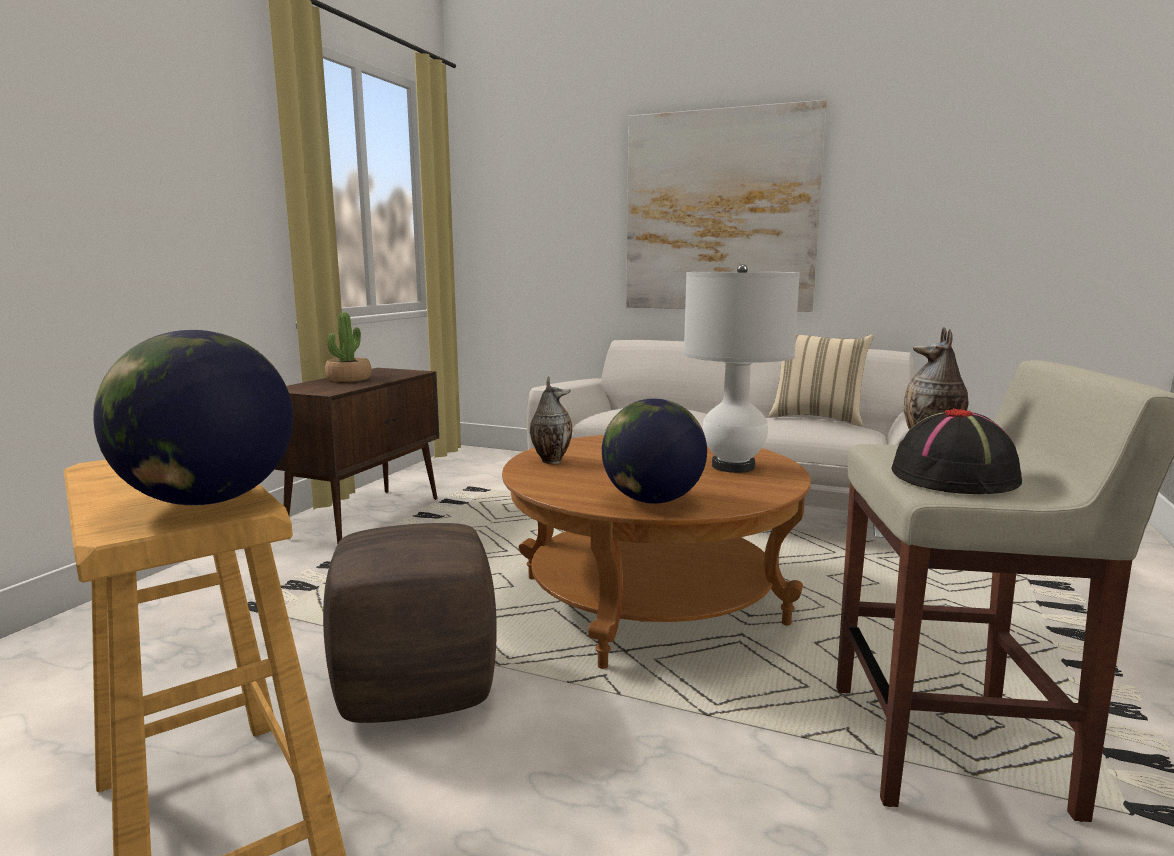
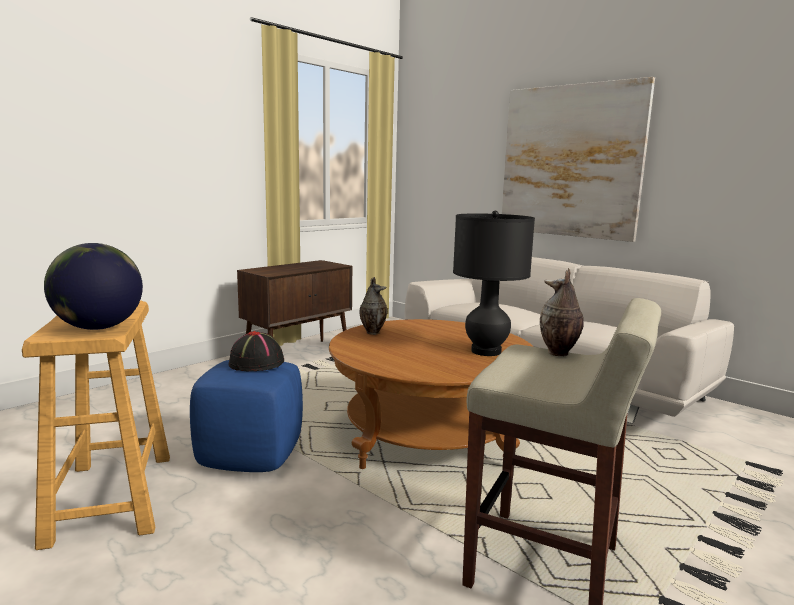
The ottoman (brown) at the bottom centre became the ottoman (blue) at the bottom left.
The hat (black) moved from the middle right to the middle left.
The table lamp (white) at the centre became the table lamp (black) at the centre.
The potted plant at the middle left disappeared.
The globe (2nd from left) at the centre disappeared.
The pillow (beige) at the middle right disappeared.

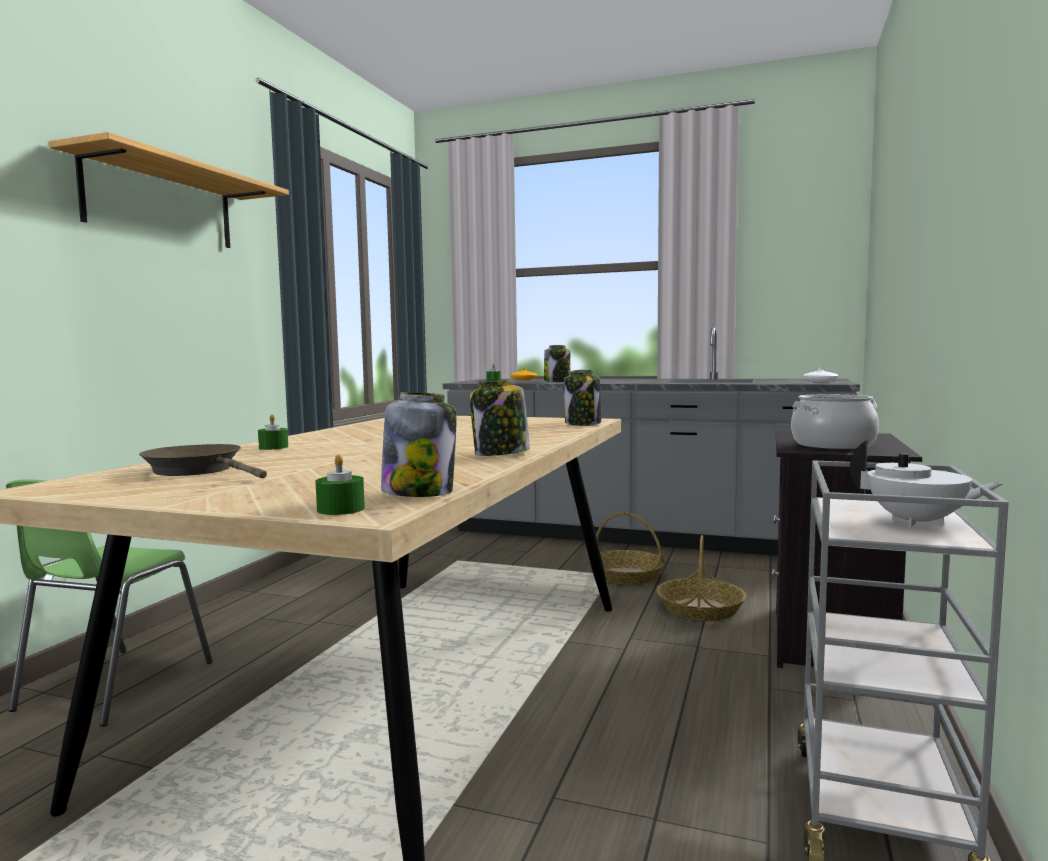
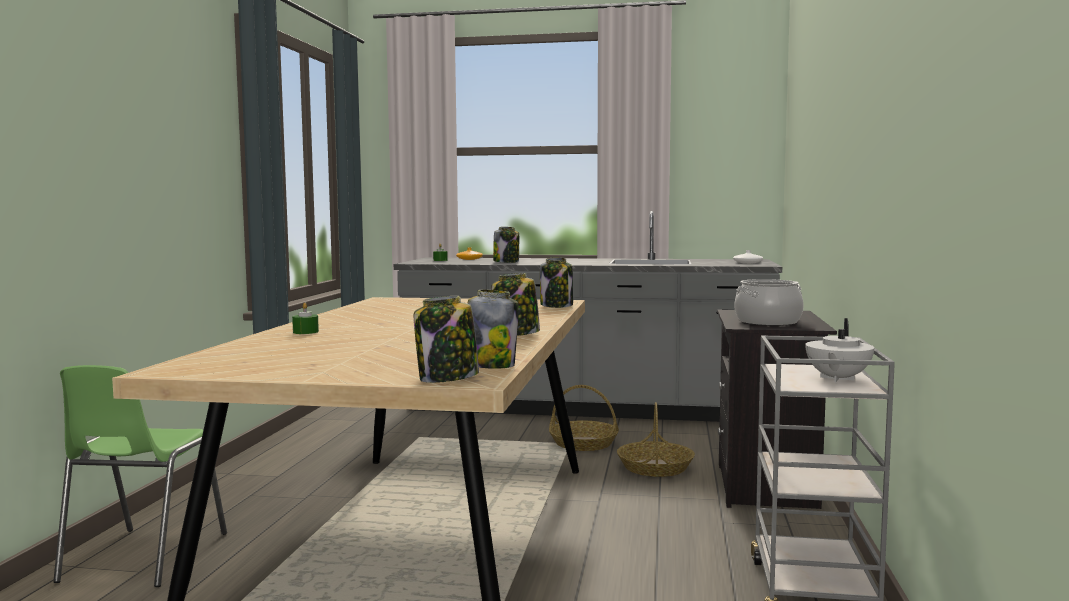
The candle (green) (2nd from left) at the middle left was replaced by the jar (1st from left) at the centre.
The teapot (white) at the middle right turned 90 degrees clockwise.
The shelf at the top left disappeared.
The frying pan (brown) at the middle left disappeared.

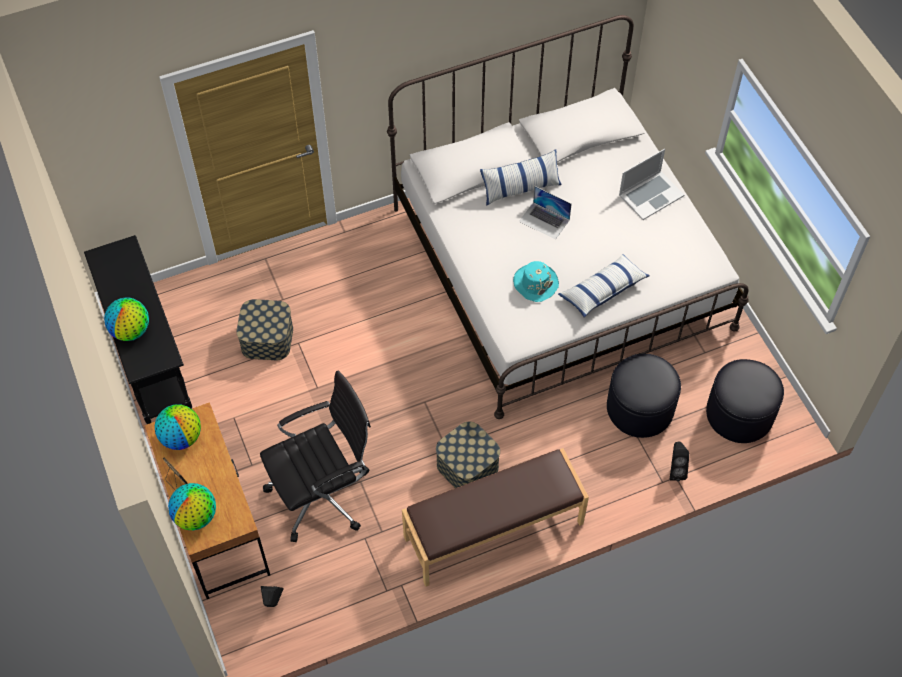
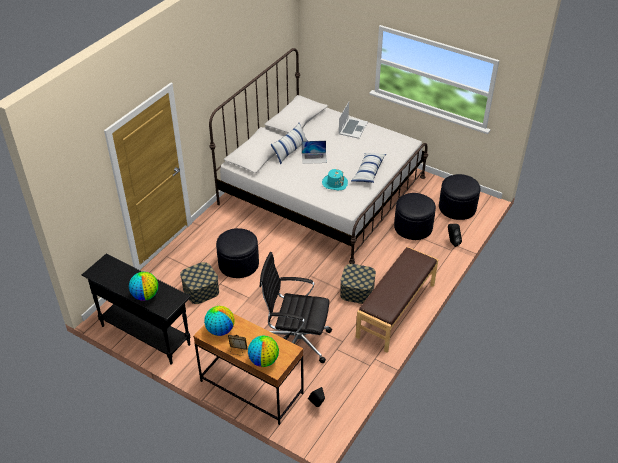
The ottoman (black) (1st from left) at the centre appeared.
The office chair (black) at the bottom centre turned 105 degrees counterclockwise.

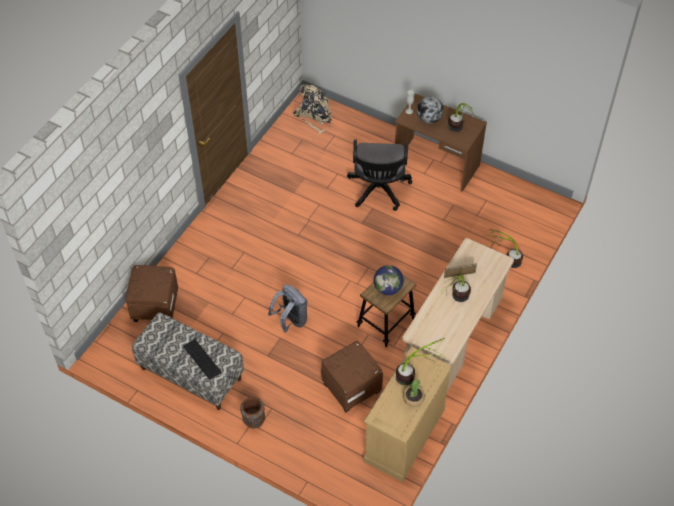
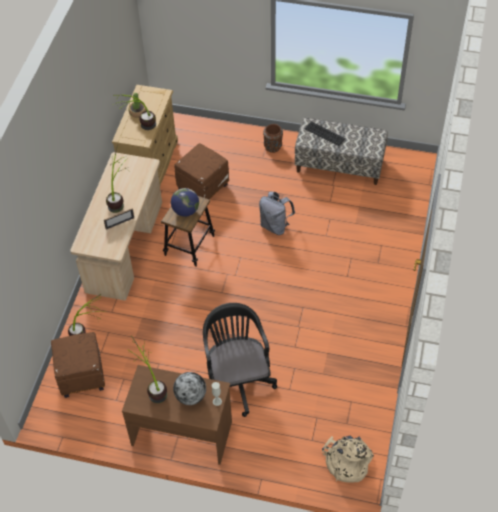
The ottoman (brown) (1st from left) moved from the middle left to the bottom left.

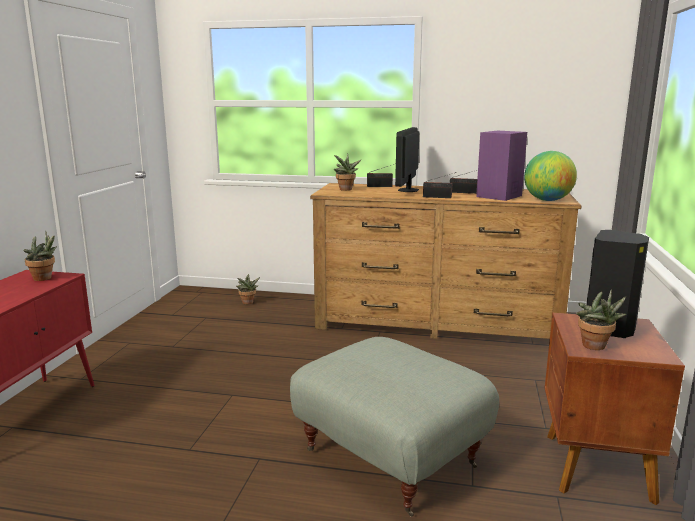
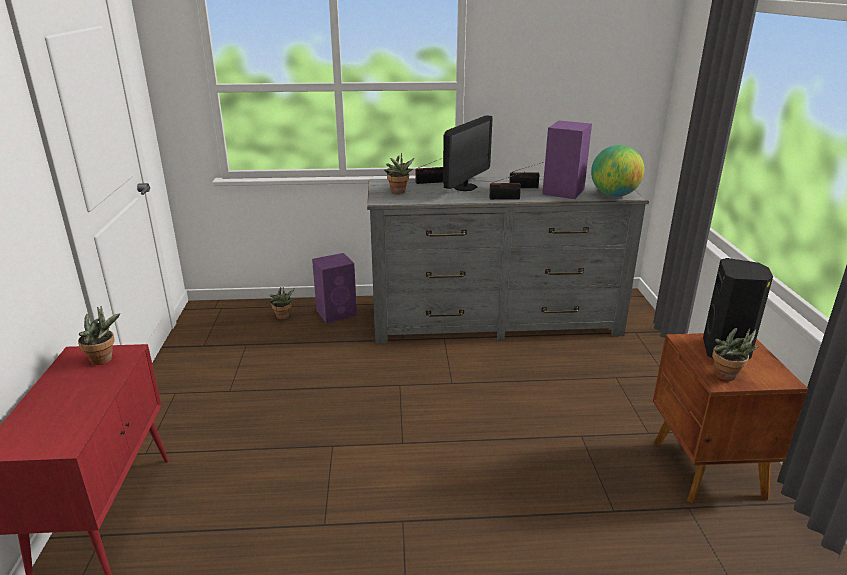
The speaker (purple) (1st from left) at the centre appeared.
The dresser (brown) at the centre became the dresser (grey) at the centre.
The monitor at the top centre turned 150 degrees counterclockwise.
The ottoman (grey) at the bottom centre disappeared.

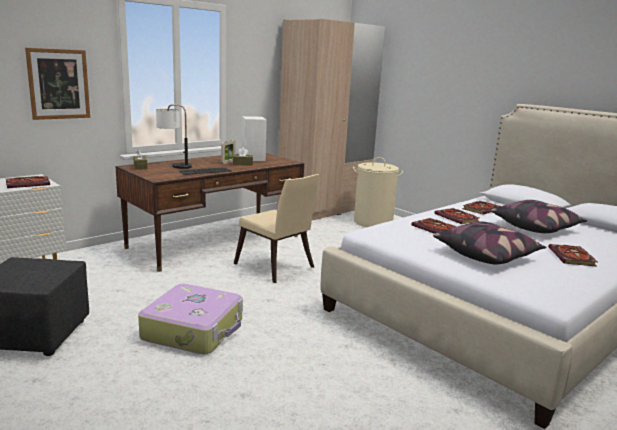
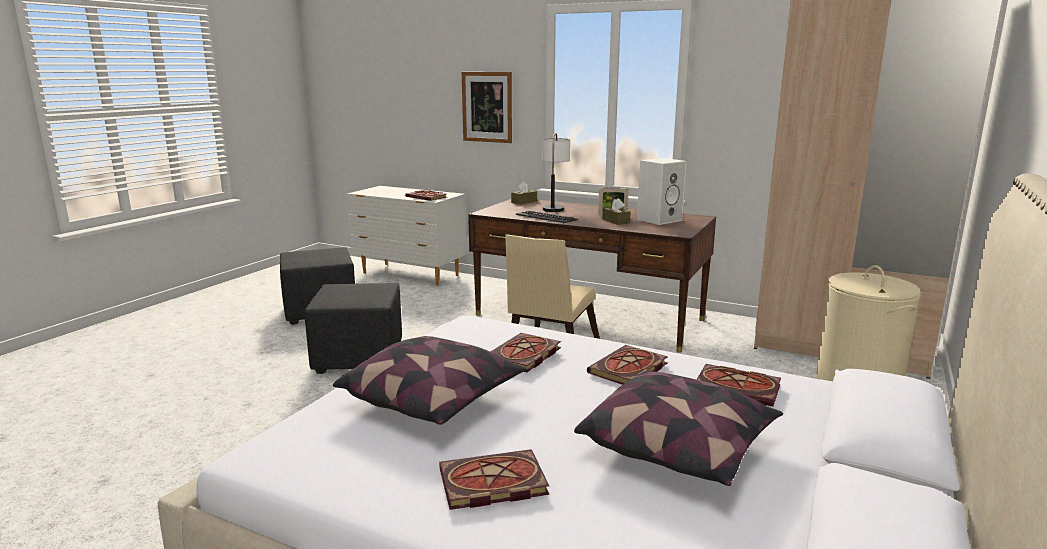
The suitcase at the bottom left was replaced by the ottoman (black) (2nd from left) at the centre.

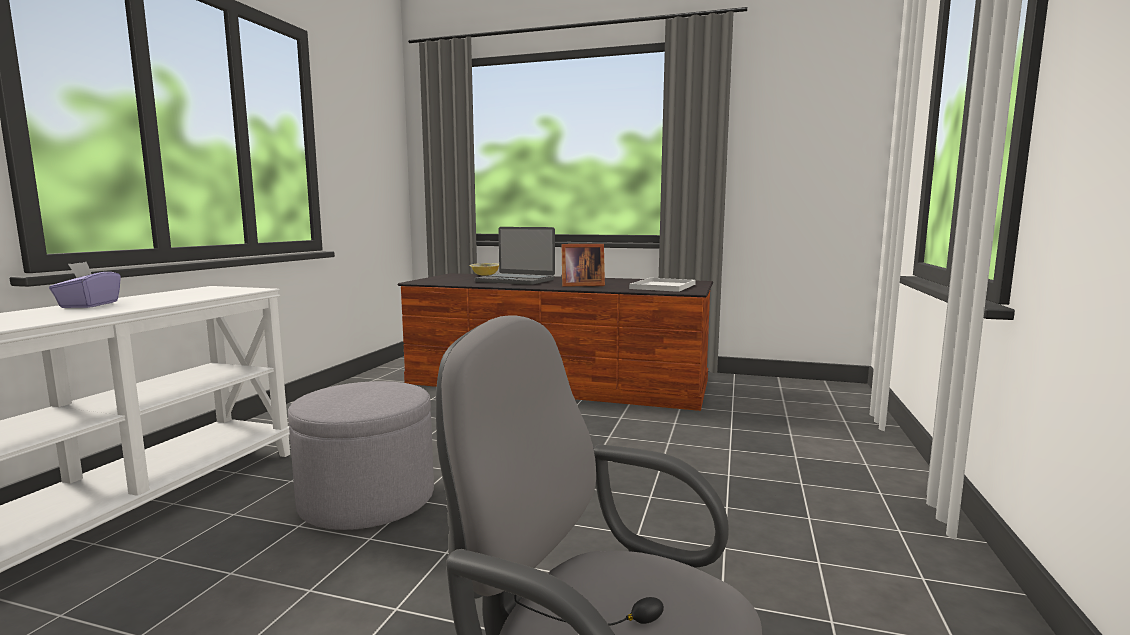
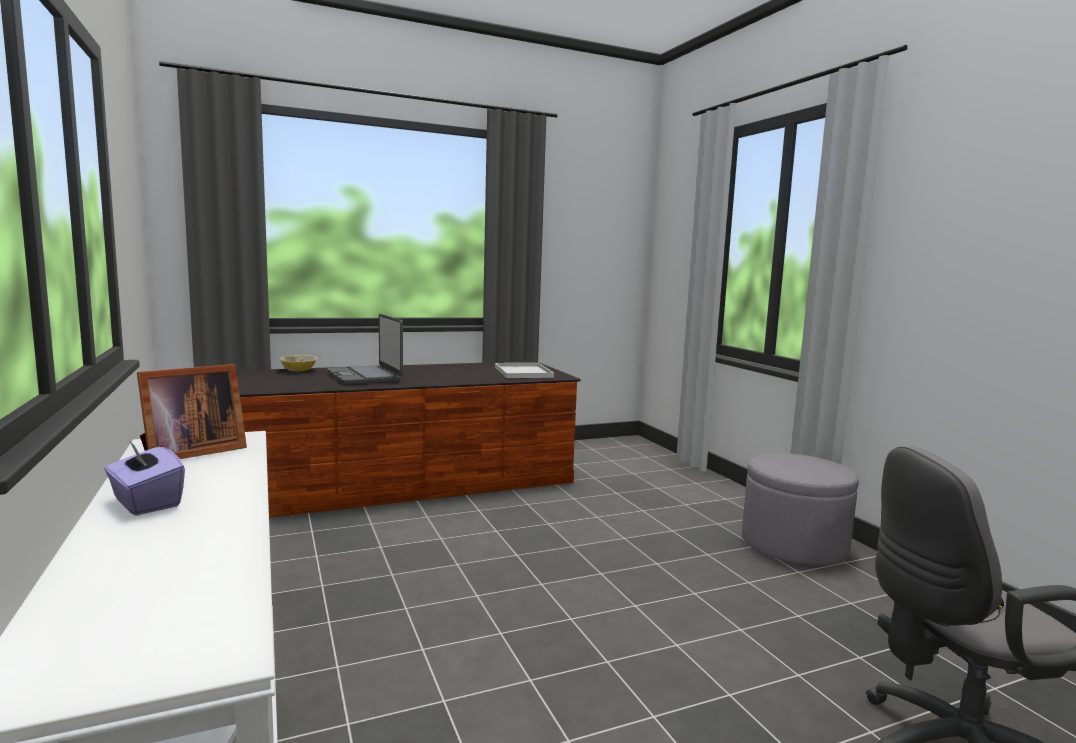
The picture frame moved from the centre to the middle left.
The laptop at the centre turned 75 degrees clockwise.
The ottoman (grey) moved from the bottom left to the bottom right.

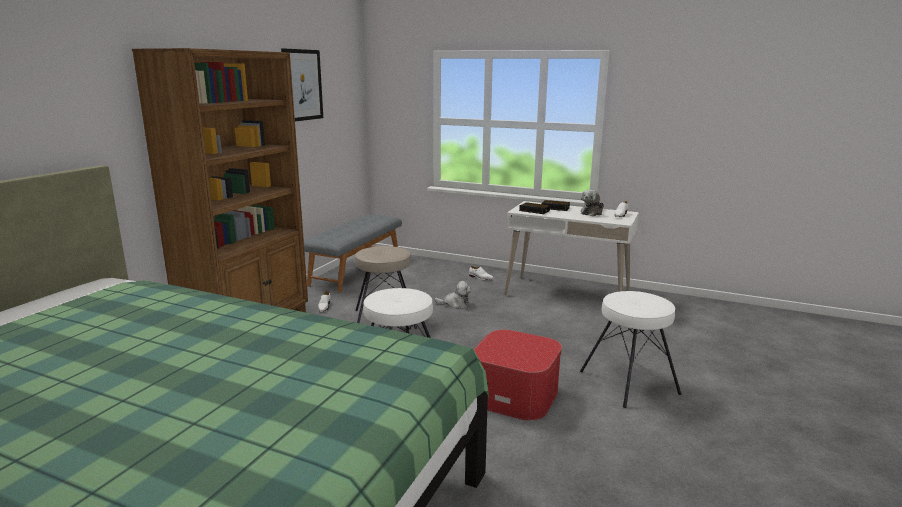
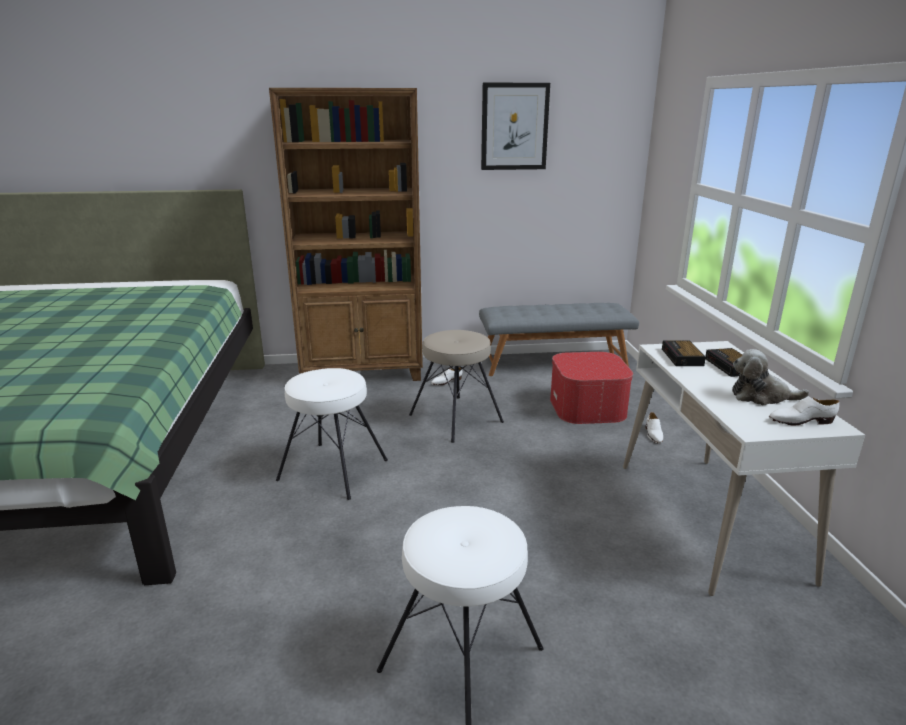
The ottoman moved from the bottom centre to the centre.
The plush toy (1st from left) at the centre disappeared.

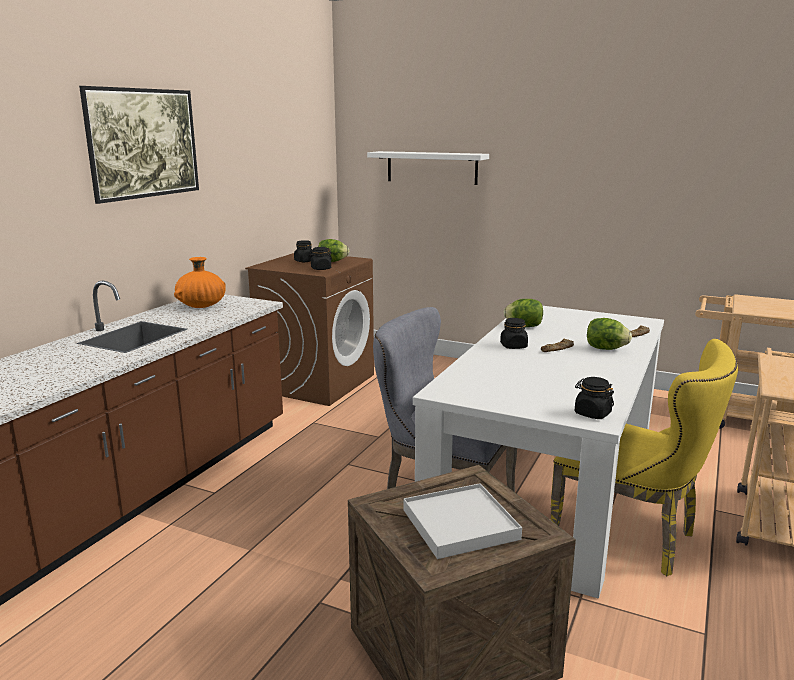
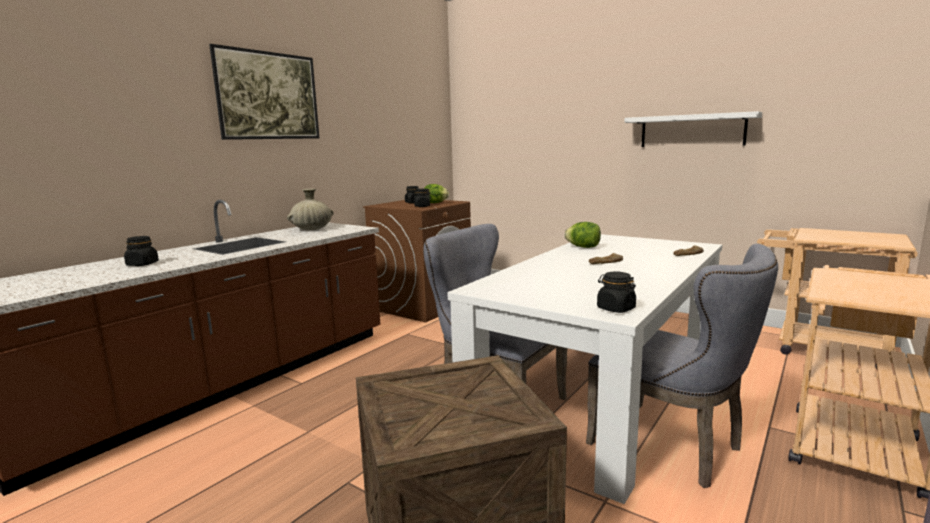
The jar (black) (3rd from left in the first image) moved from the centre to the middle left.
The vase (orange) at the middle left became the vase (beige) at the centre.
The chair (yellow) at the bottom right became the chair (grey) (2nd from left) at the bottom right.
The shelf (white) moved from the top centre to the top right.
The tray (white) at the bottom centre disappeared.
The lettuce (3rd from left) at the middle right disappeared.

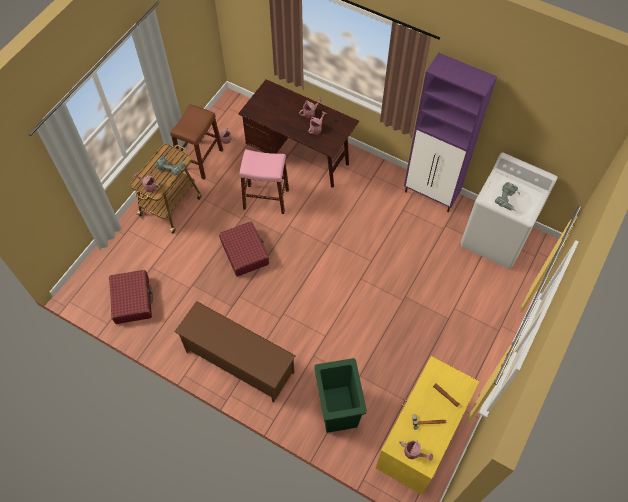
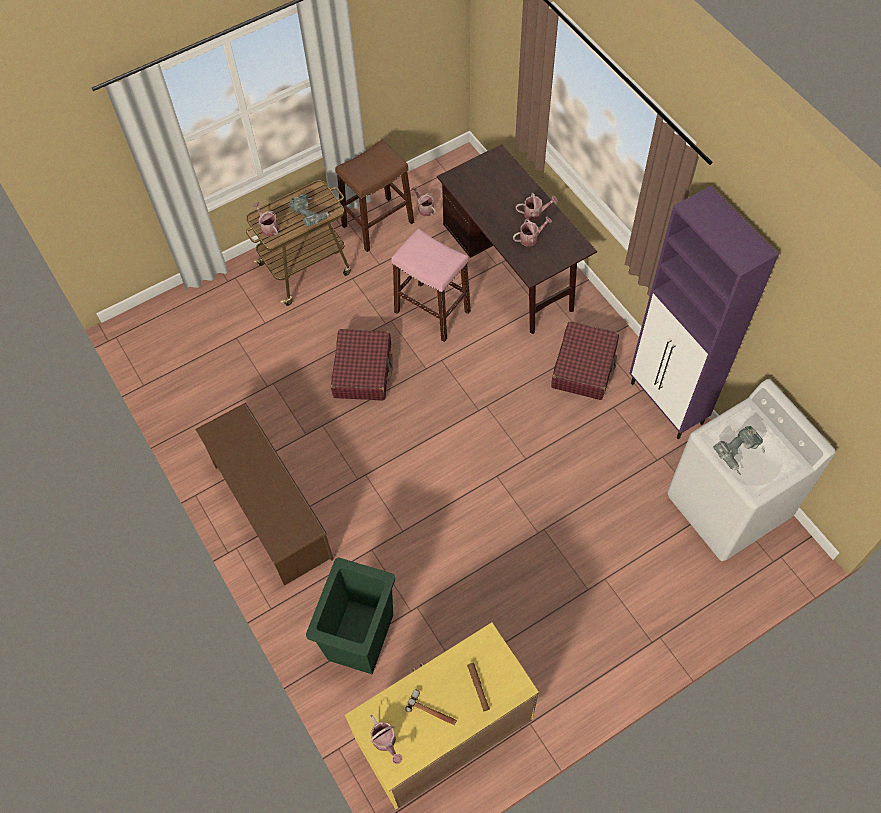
The suitcase (red) (1st from left in the first image) moved from the middle left to the centre.

